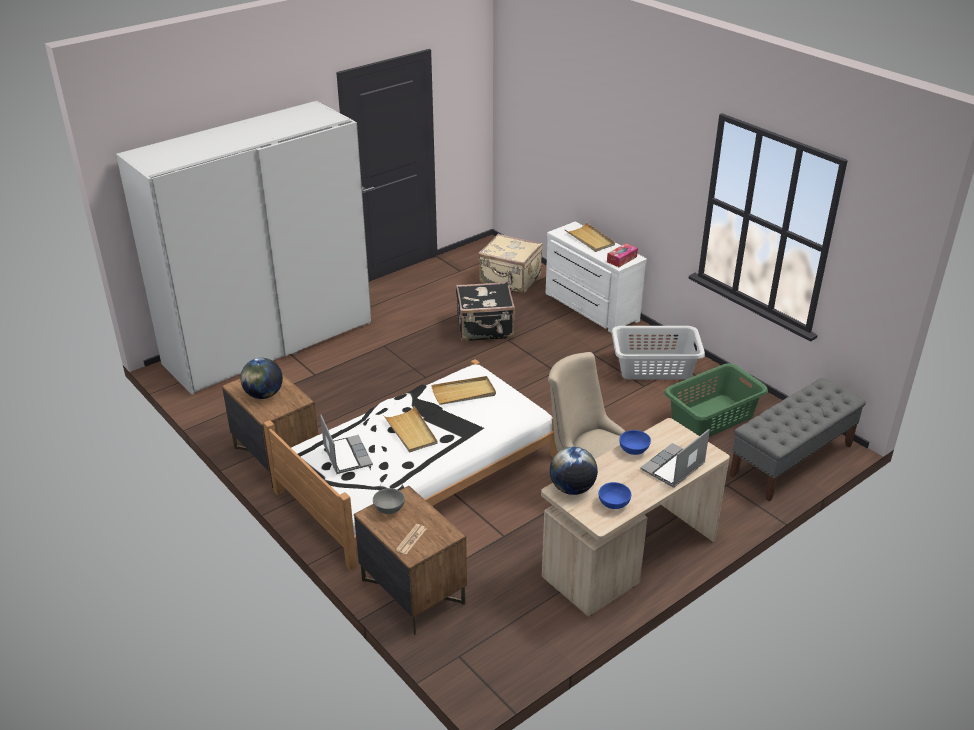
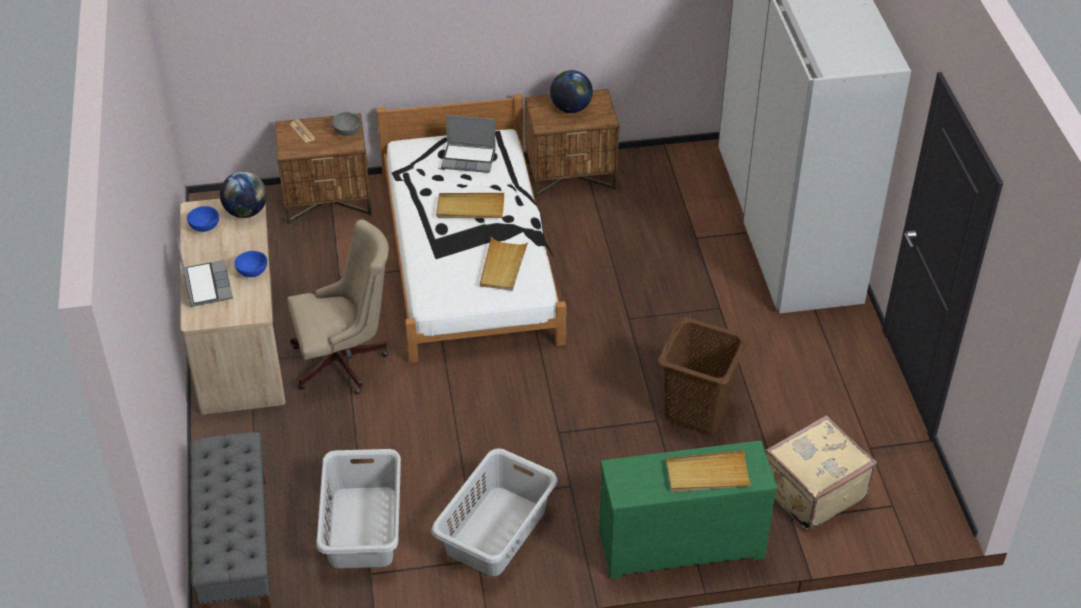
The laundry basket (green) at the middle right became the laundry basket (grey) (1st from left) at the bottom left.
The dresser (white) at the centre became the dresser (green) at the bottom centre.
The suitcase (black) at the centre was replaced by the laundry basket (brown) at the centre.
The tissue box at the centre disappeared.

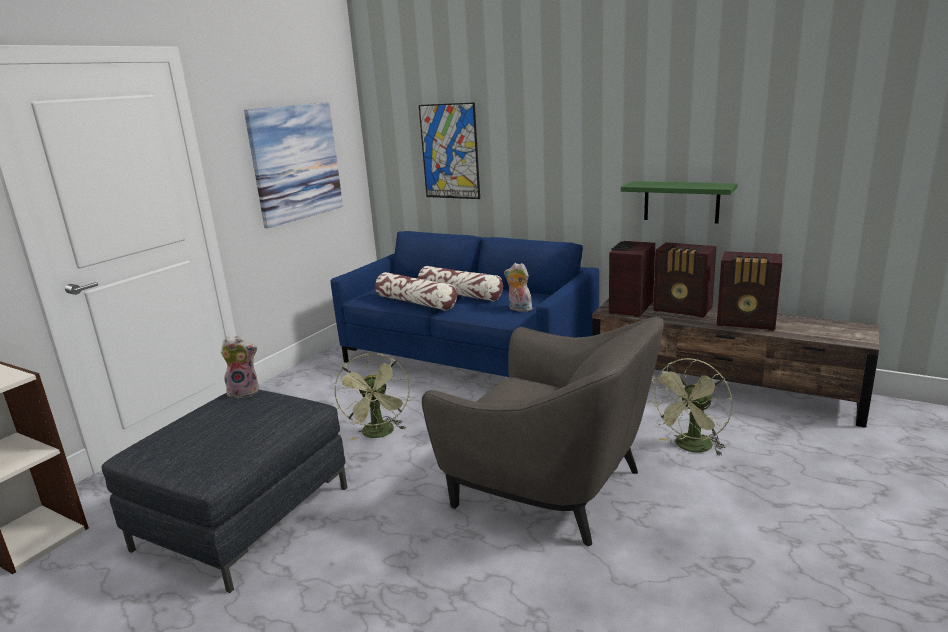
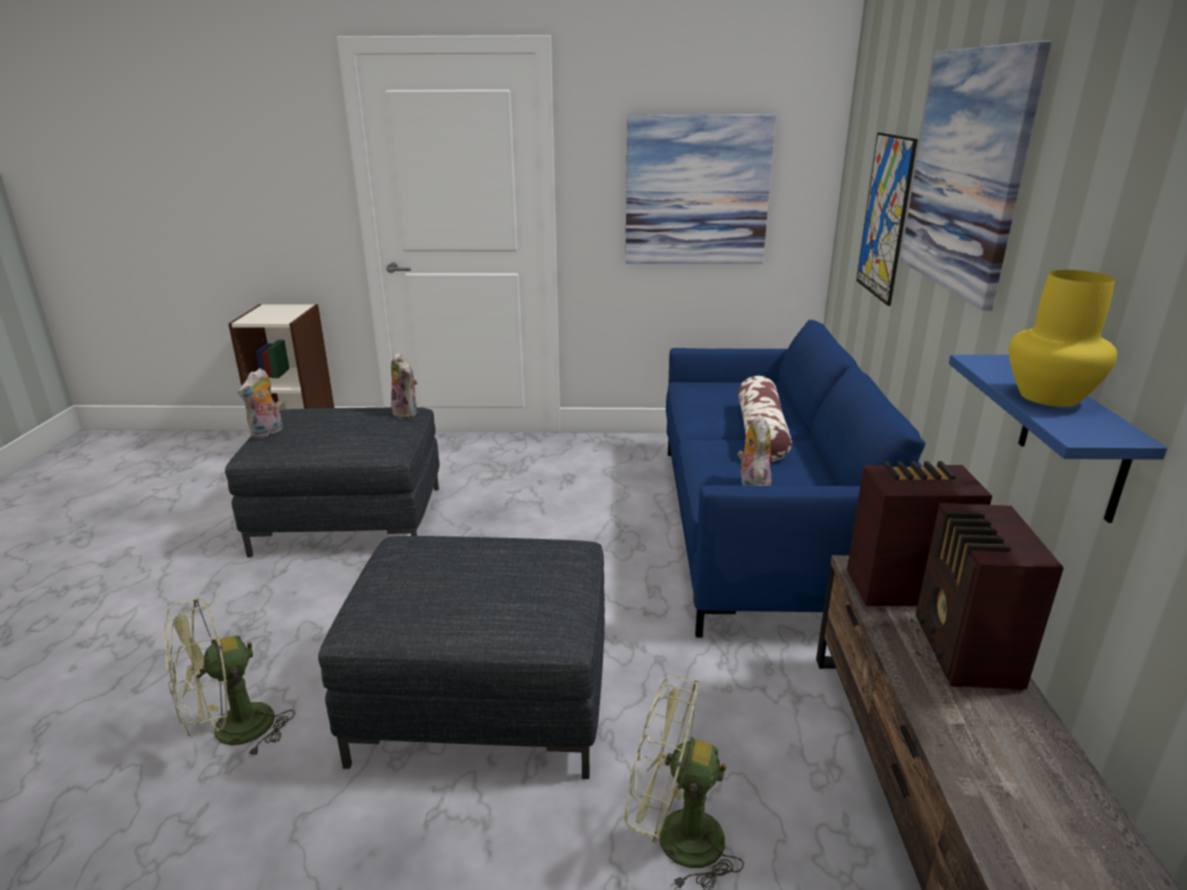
The fan (green) (1st from left) moved from the centre to the bottom left.
The plush toy (1st from left) at the middle left appeared.
The armchair (grey) at the bottom centre was replaced by the ottoman (grey) (2nd from left) at the bottom centre.
The picture (3rd from left) at the top right appeared.
The shelf (green) at the top right became the shelf (blue) at the middle right.
The vase (yellow) at the middle right appeared.
The pillow (1st from left) at the centre disappeared.
The radio (3rd from left) at the middle right disappeared.

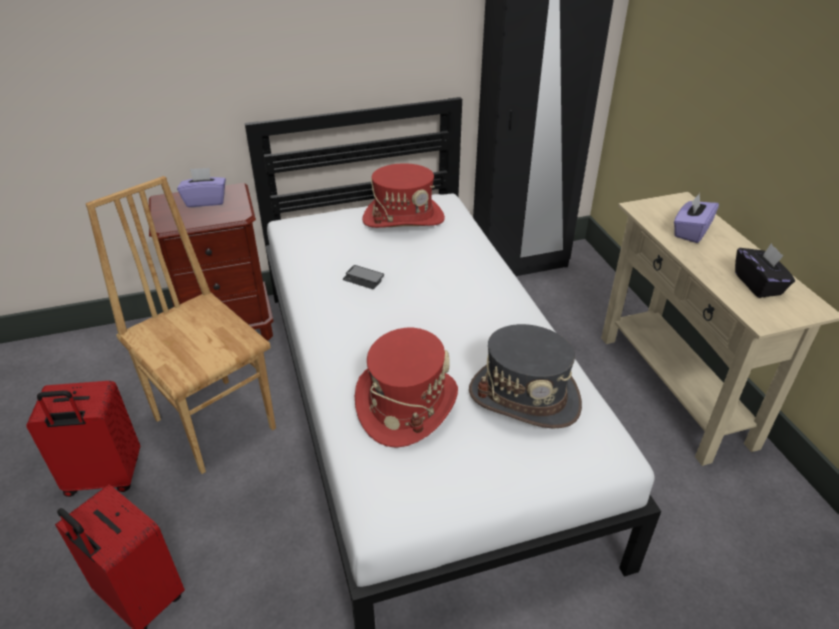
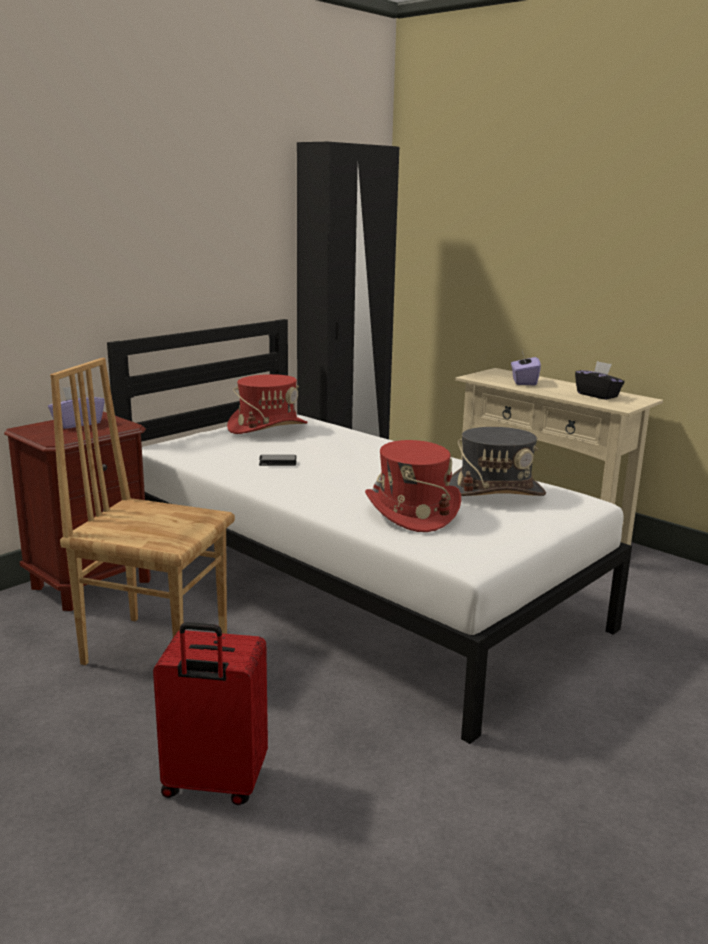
The suitcase (red) (1st from left) at the bottom left disappeared.

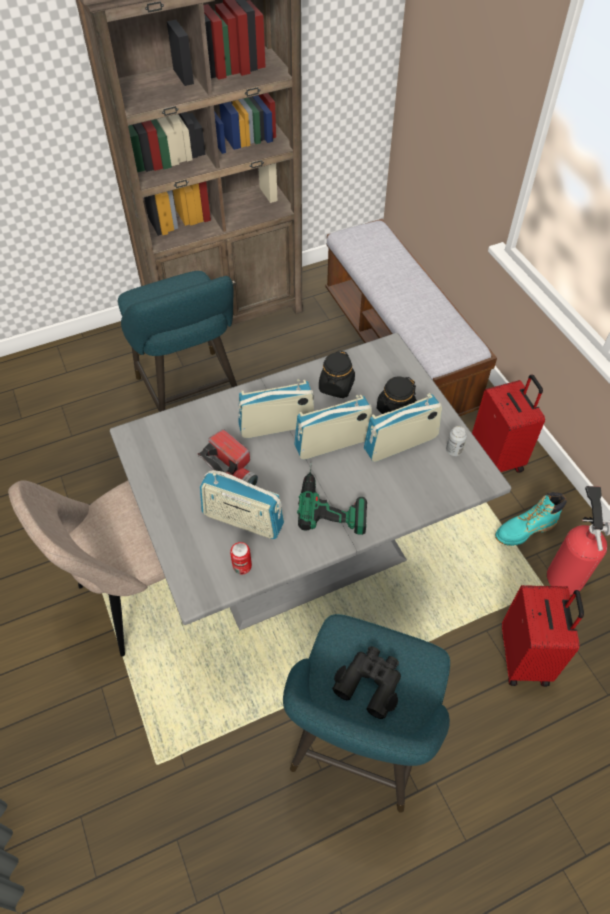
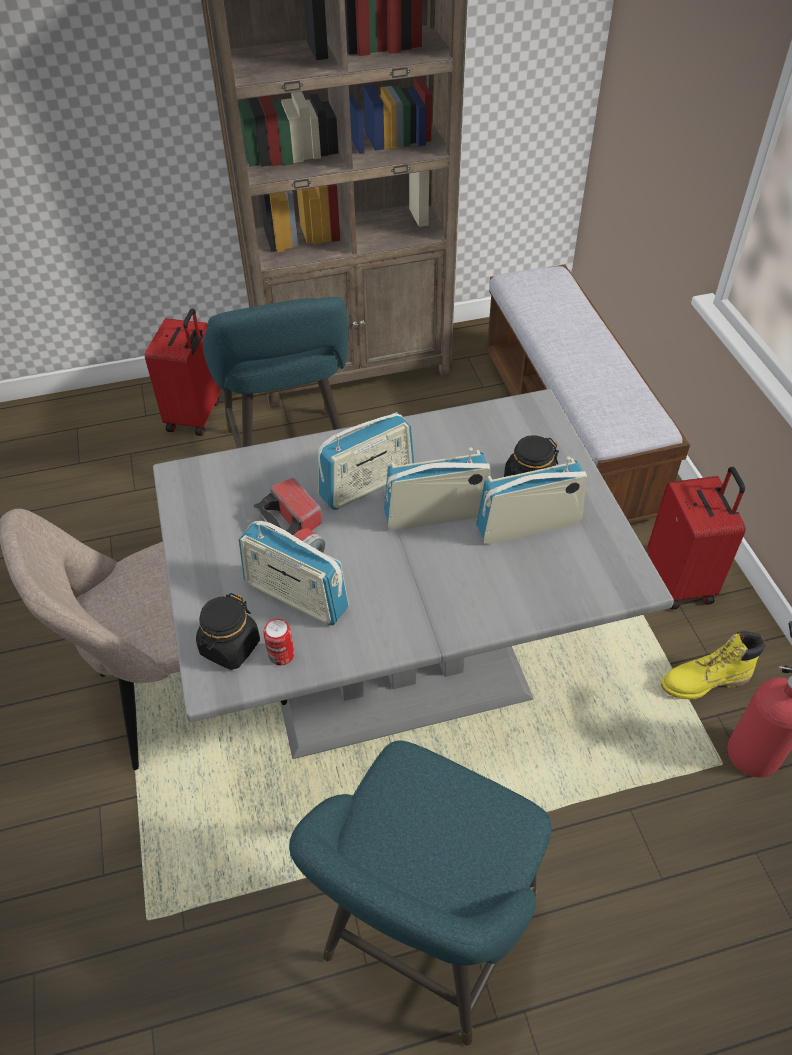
The suitcase (red) (2nd from left in the first image) moved from the bottom right to the middle left.
The jar (black) (1st from left) moved from the centre to the middle left.
The radio (2nd from left) at the centre turned 150 degrees clockwise.
The boot (turquoise) at the middle right became the boot (yellow) at the middle right.
The power drill at the centre disappeared.
The binoculars (black) at the bottom centre disappeared.
The can (2nd from left) at the middle right disappeared.

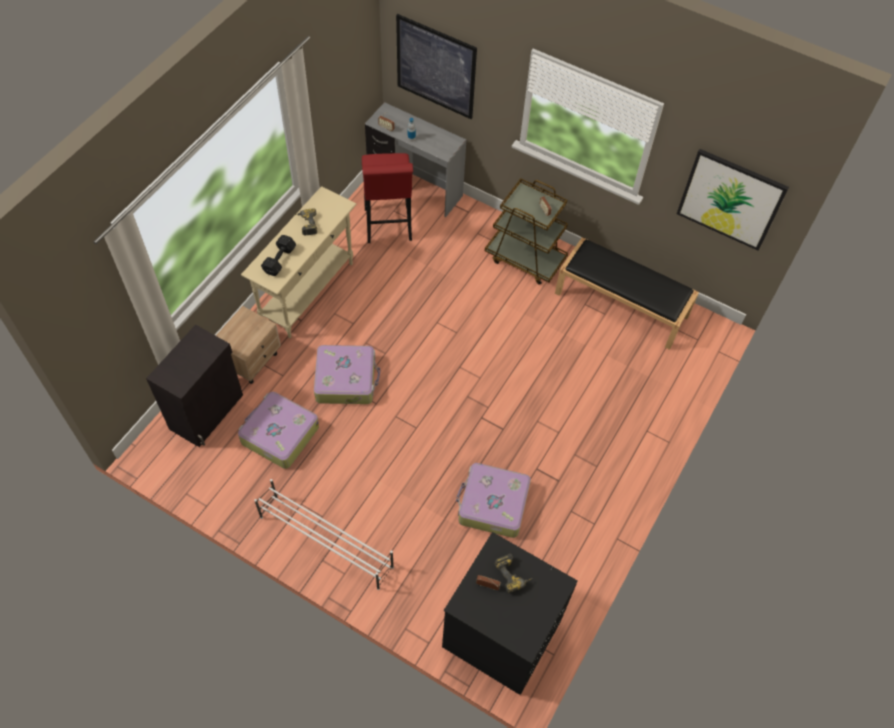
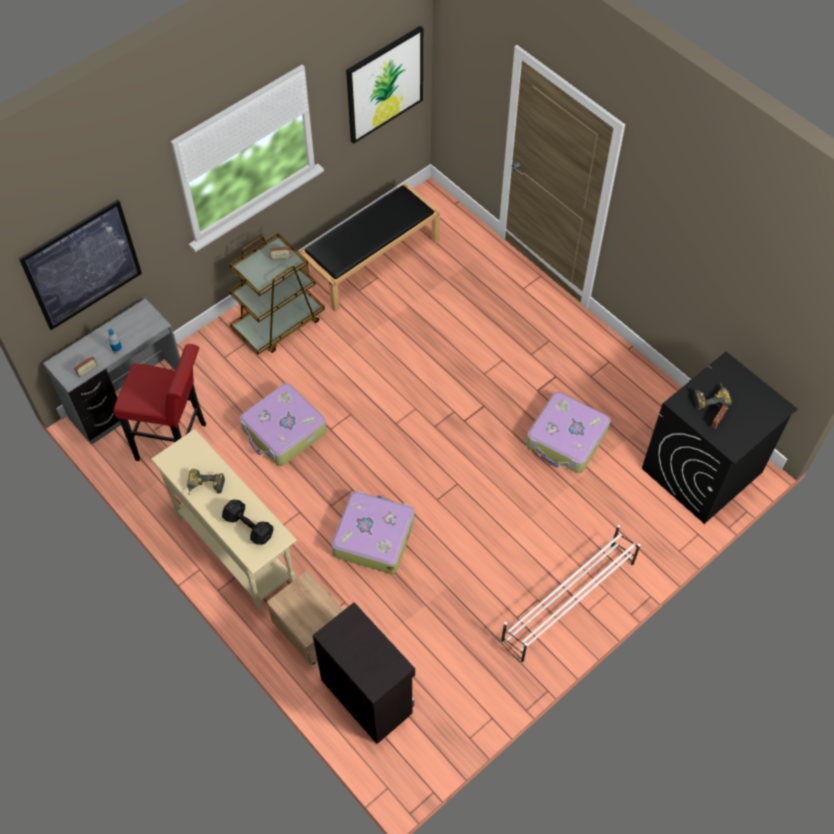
The suitcase (1st from left) moved from the middle left to the centre.

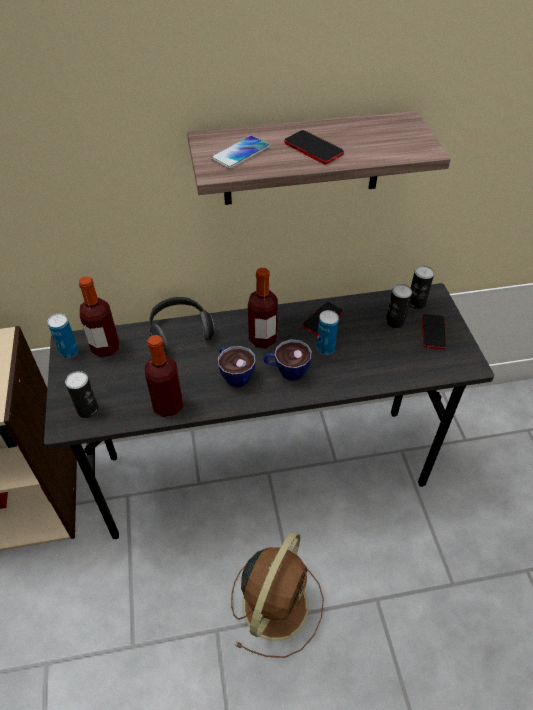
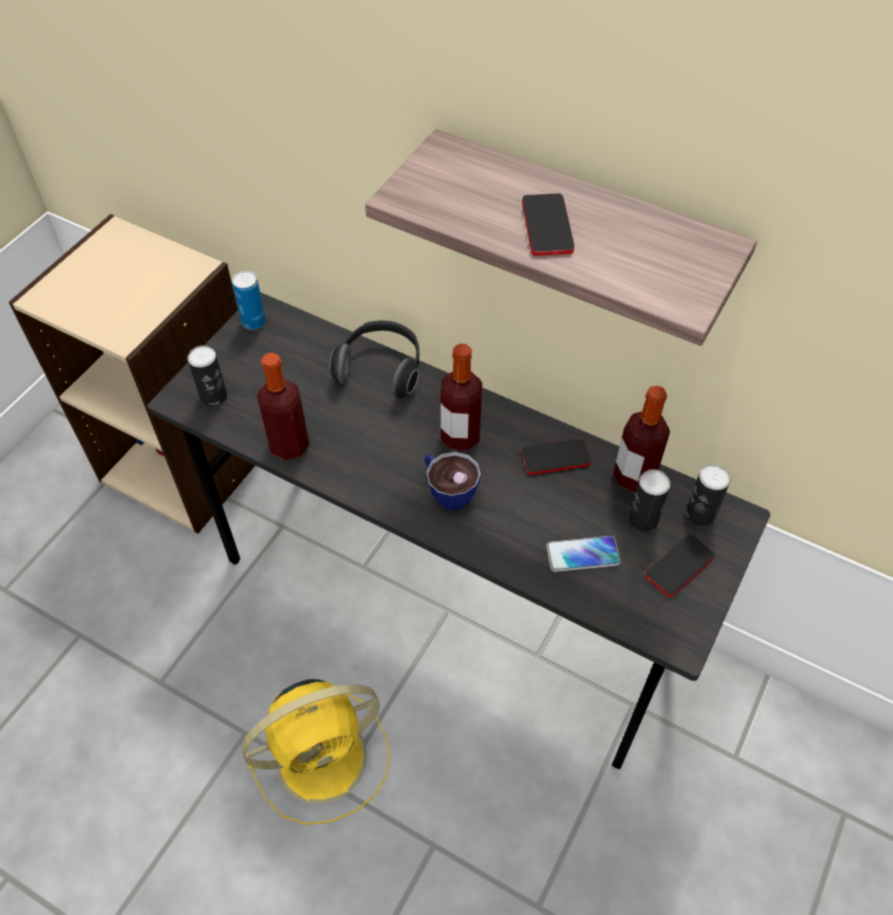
The fan (brown) at the bottom centre became the fan (yellow) at the bottom centre.
The phone (1st from left in the first image) moved from the top centre to the centre.
The bottle (1st from left in the first image) moved from the middle left to the middle right.
The cup (1st from left) at the centre disappeared.
The can (3rd from left) at the centre disappeared.

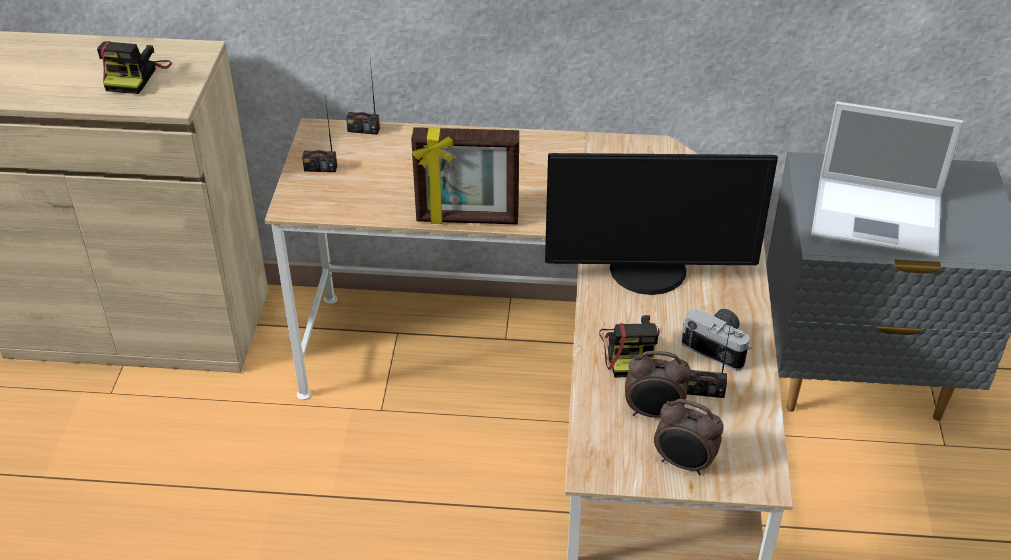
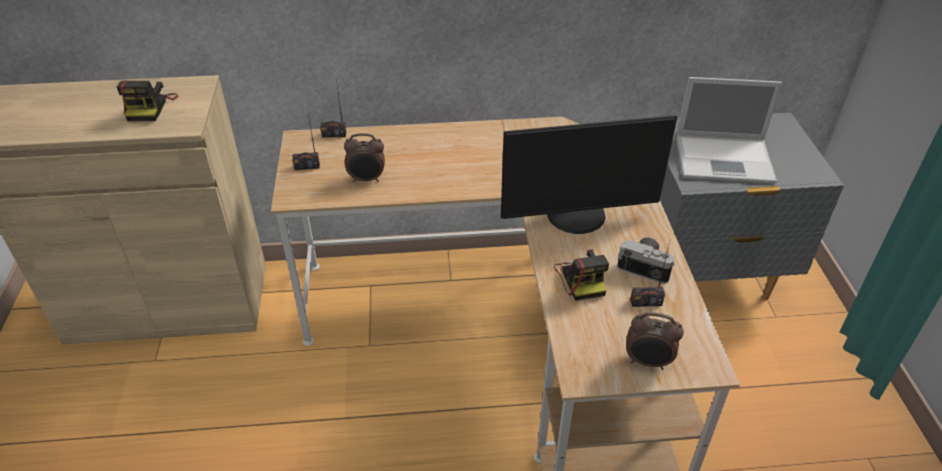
The alarm clock (1st from left) moved from the bottom centre to the centre.
The picture frame at the top centre disappeared.

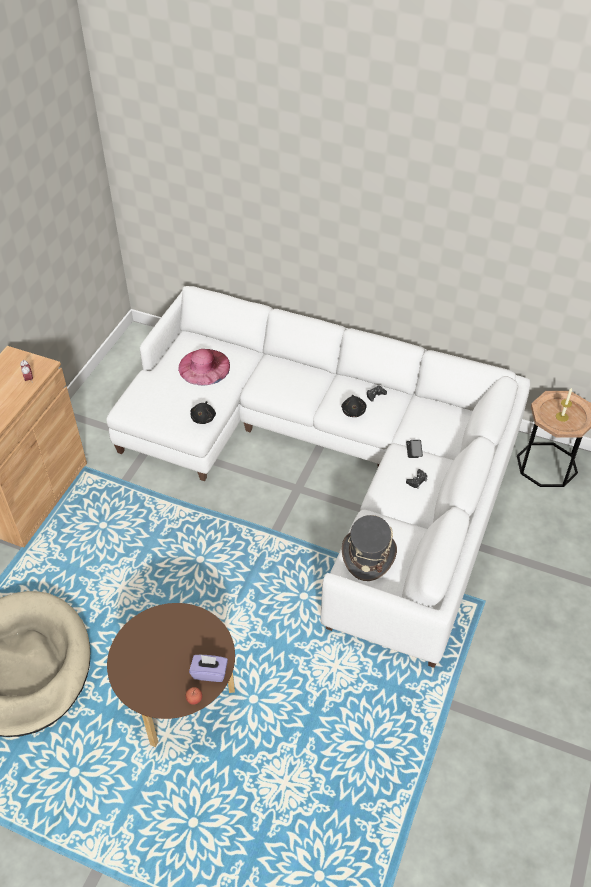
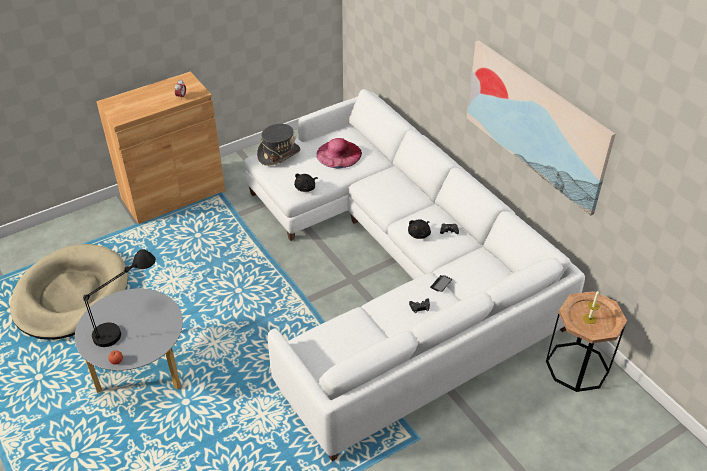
The coffee table (brown) at the bottom left became the coffee table (grey) at the bottom left.
The table lamp (black) at the middle left appeared.
The hat (grey) moved from the centre to the top centre.
The picture at the top right appeared.
The tissue box (purple) at the bottom centre disappeared.

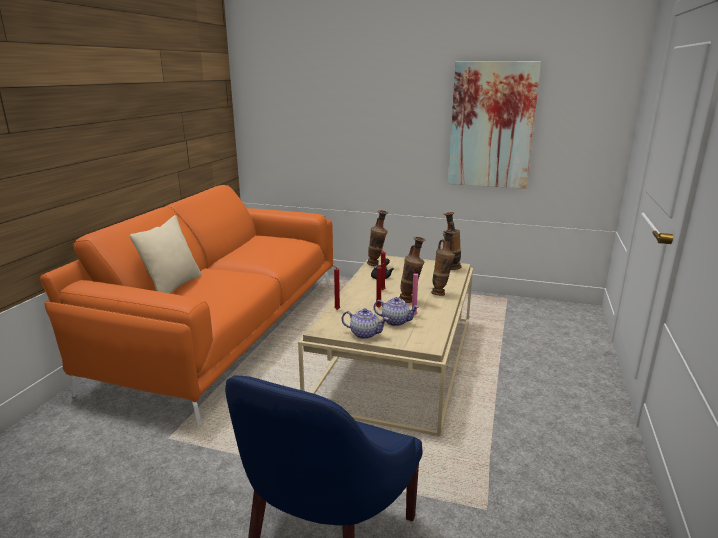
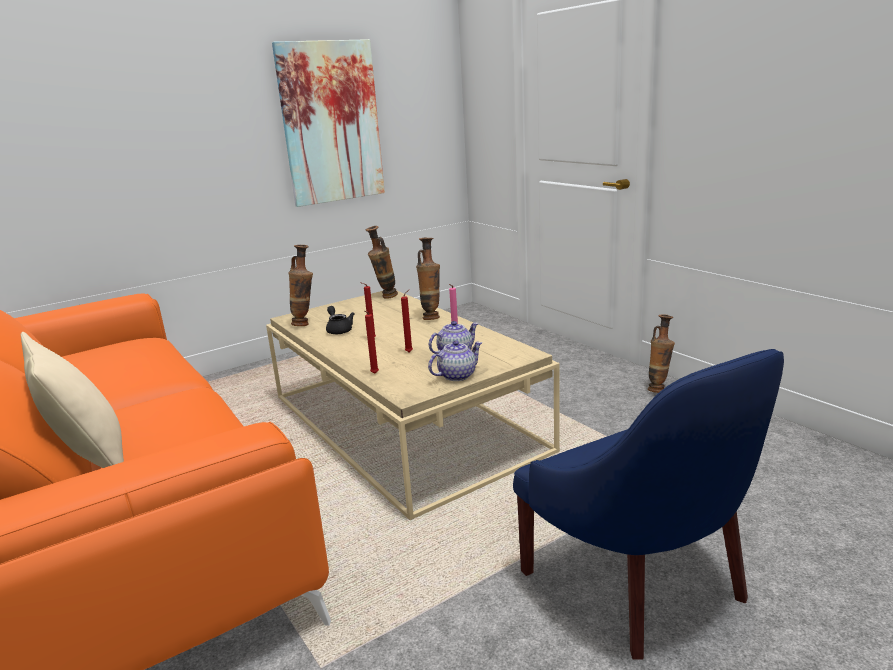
The vase (2nd from left in the first image) moved from the centre to the middle right.

